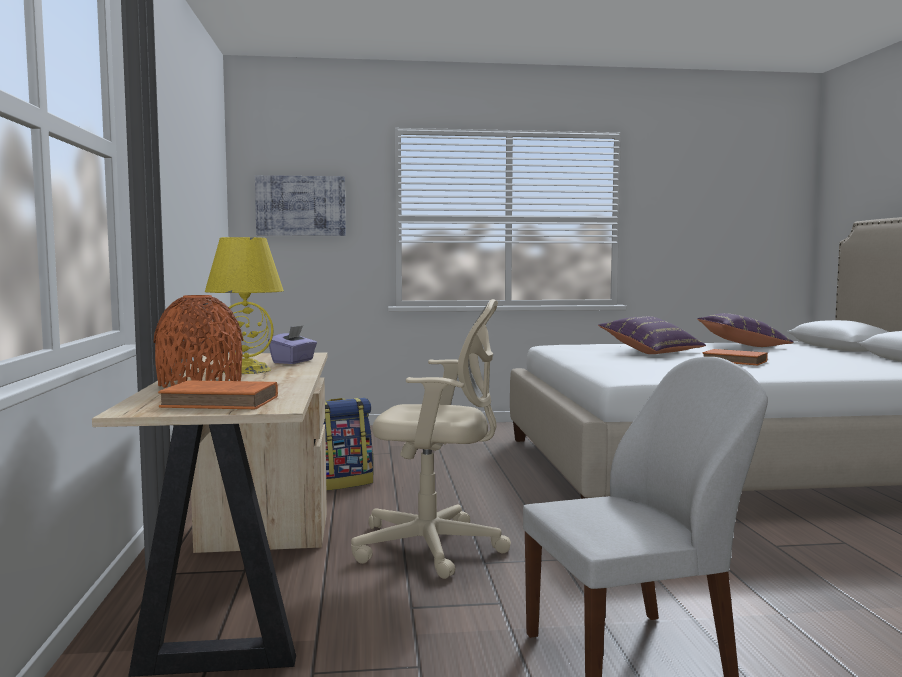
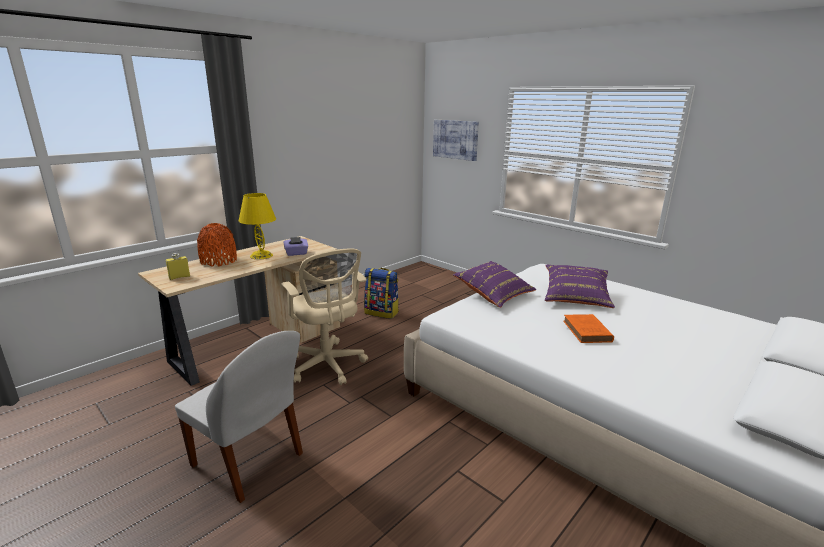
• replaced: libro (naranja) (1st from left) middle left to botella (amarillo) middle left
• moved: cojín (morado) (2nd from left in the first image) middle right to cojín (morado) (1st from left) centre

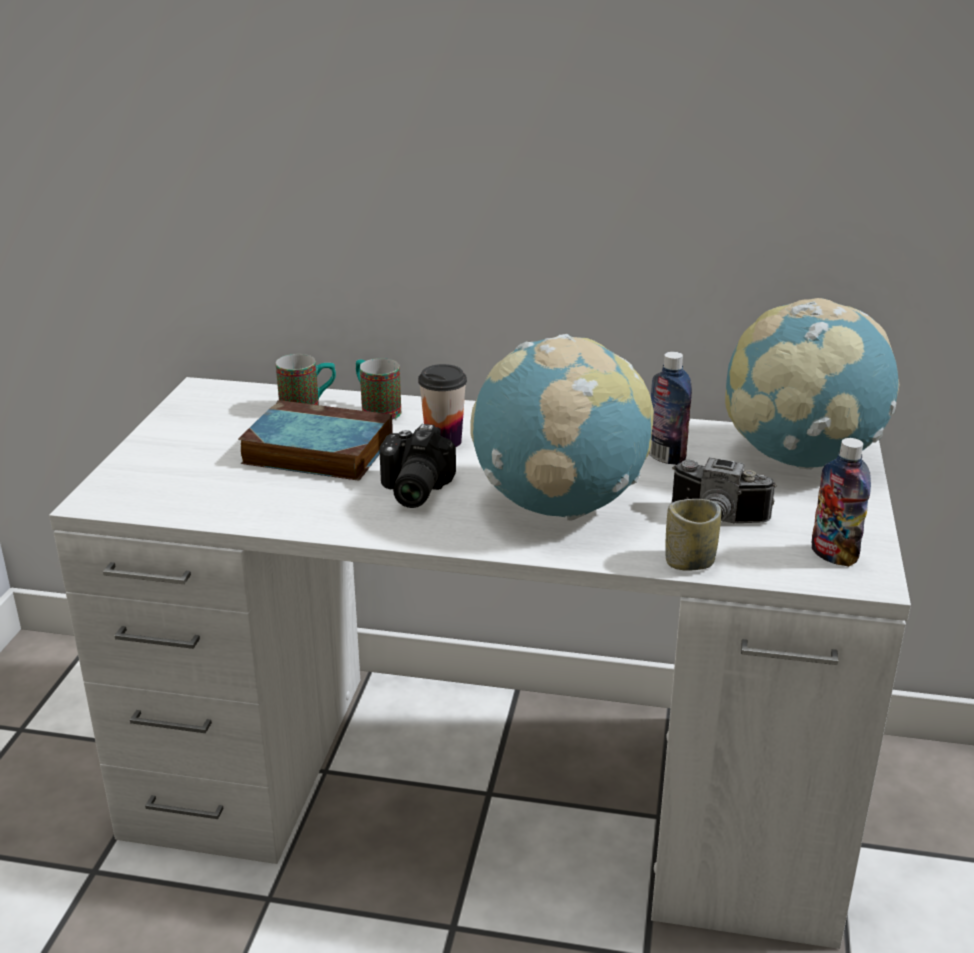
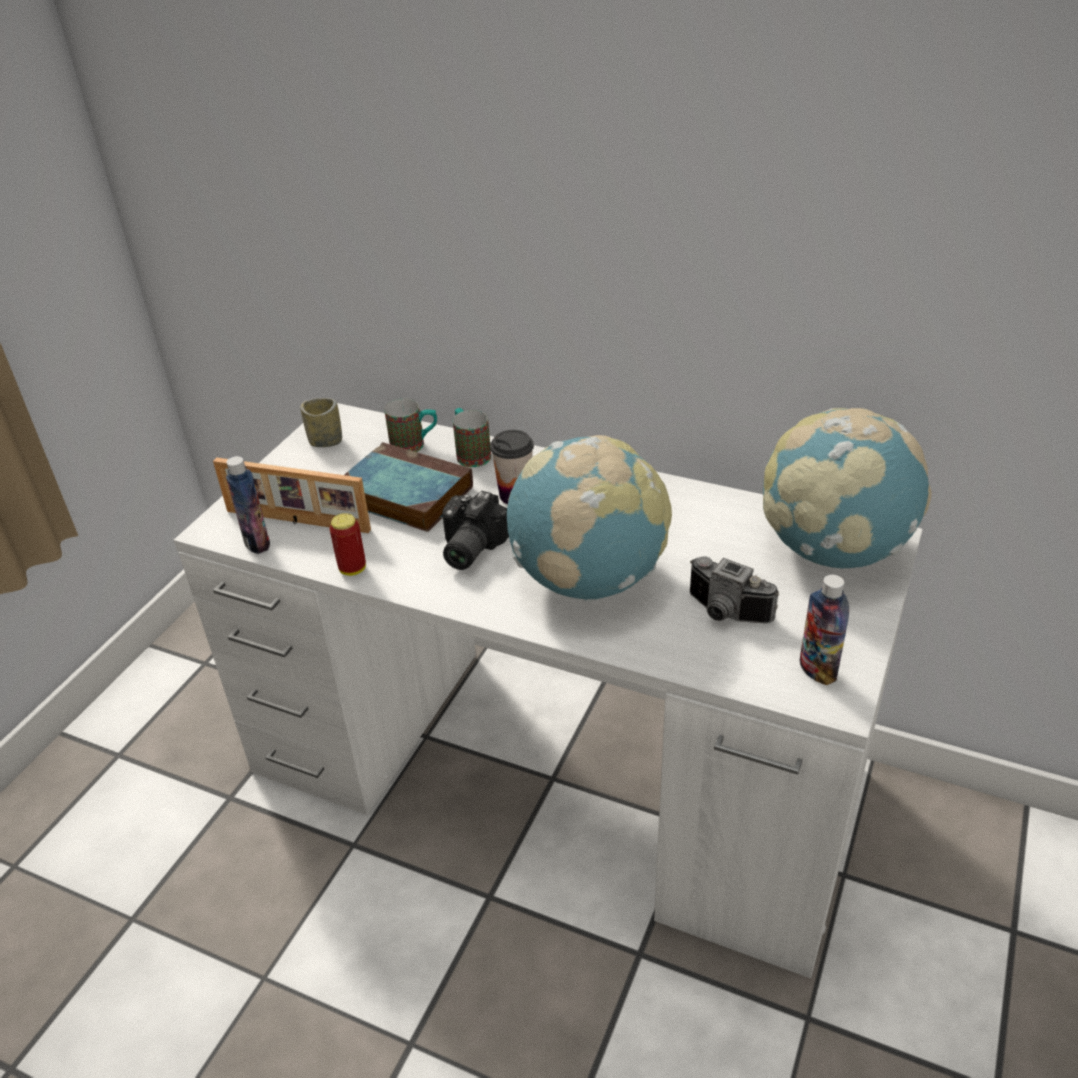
• added: portarretratos middle left
• moved: botella (1st from left) middle right to middle left
• moved: taza (2nd from left in the first image) middle right to taza (1st from left) middle left
• added: lata middle left

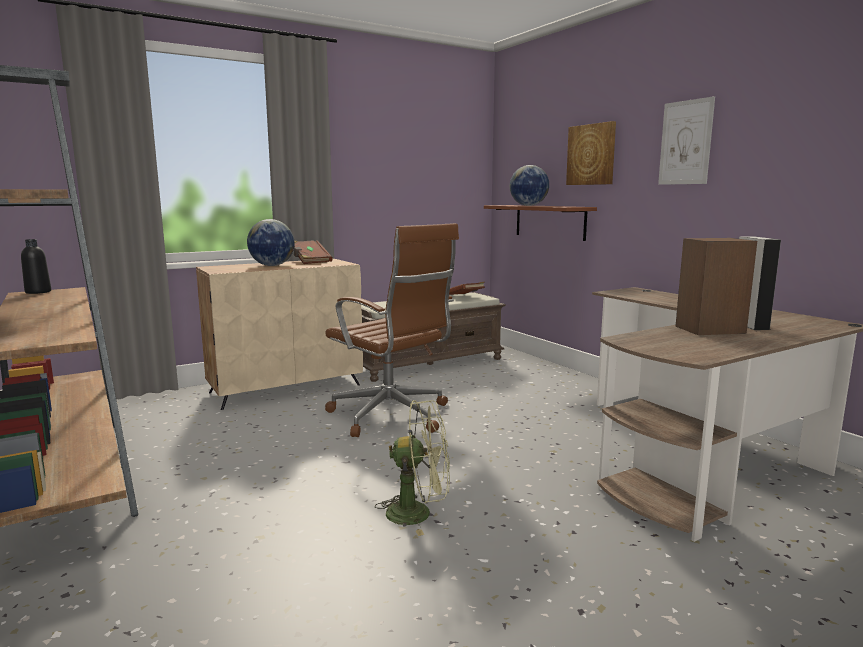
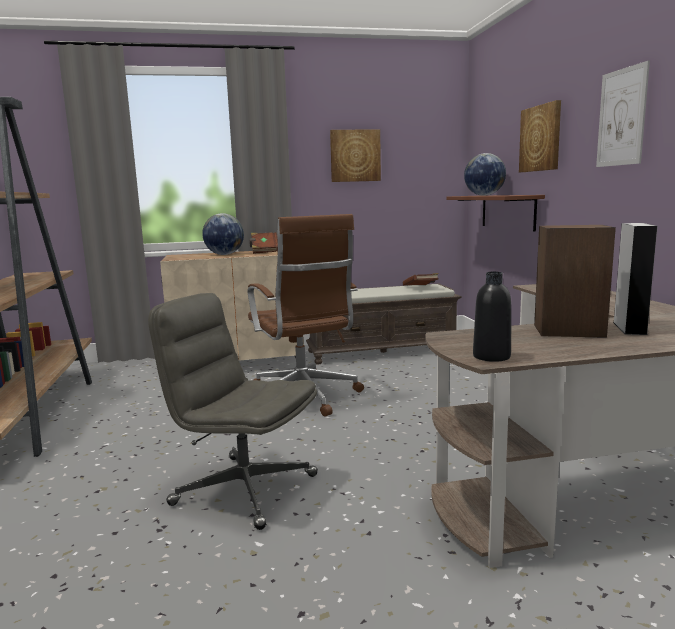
• replaced: ventilador (verde) bottom centre to silla de oficina (gris) centre
• added: cuadro (1st from left) top centre
• moved: botella (negro) middle left to middle right

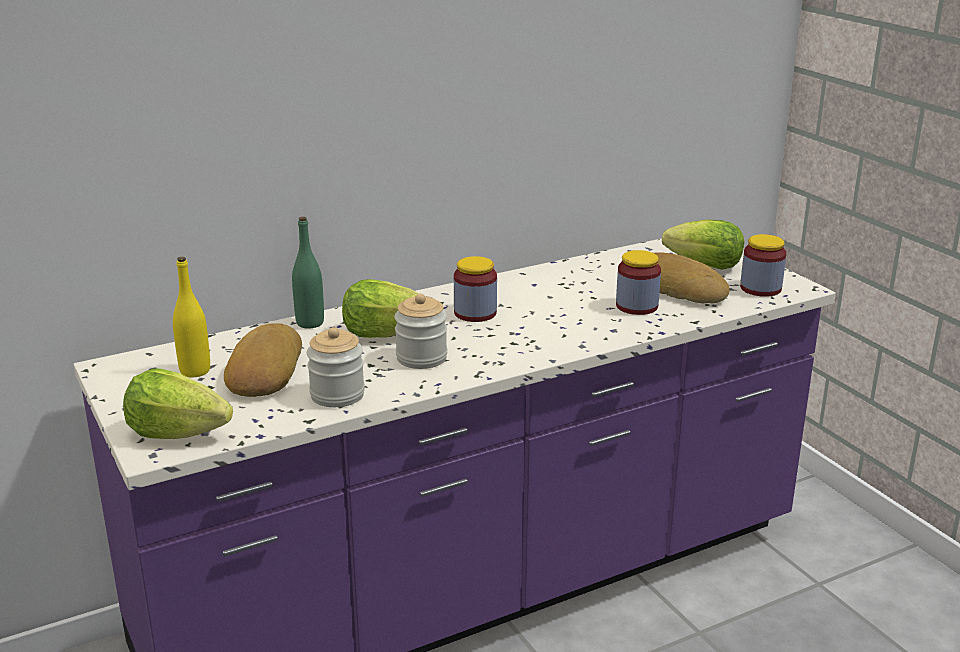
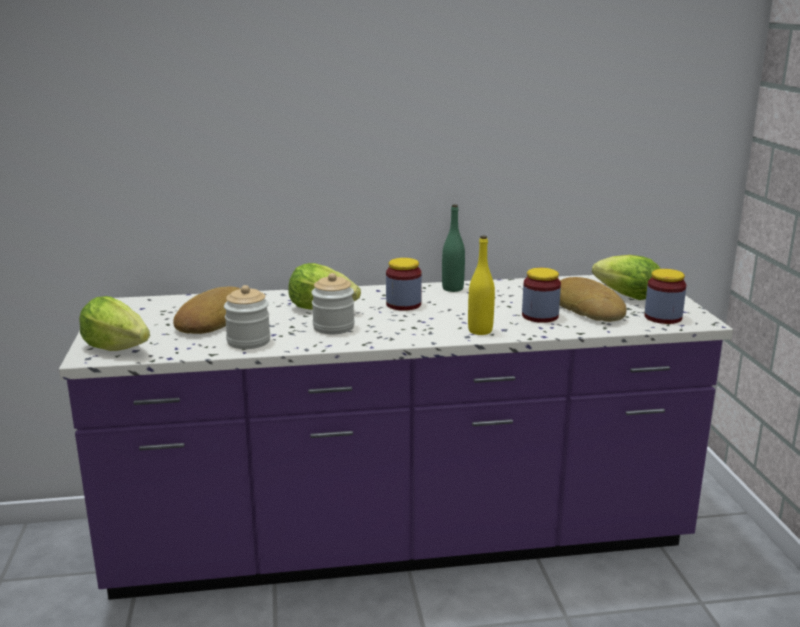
• moved: botella (verde) middle left to centre
• moved: botella (amarillo) middle left to centre

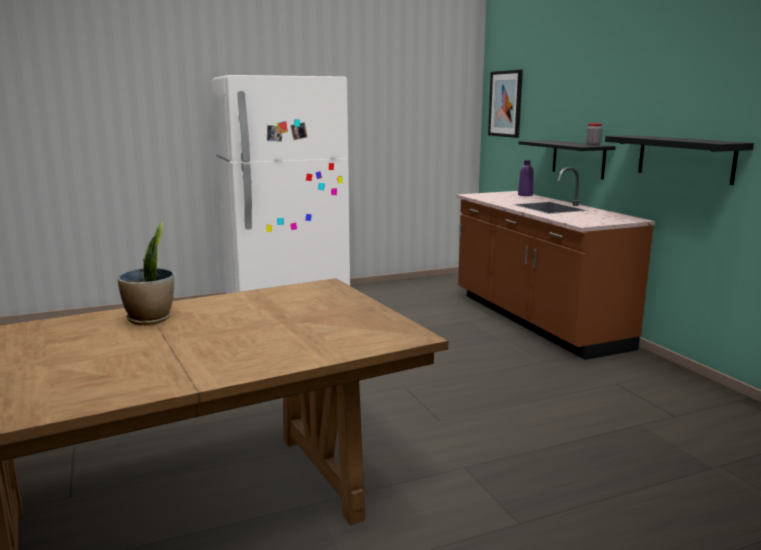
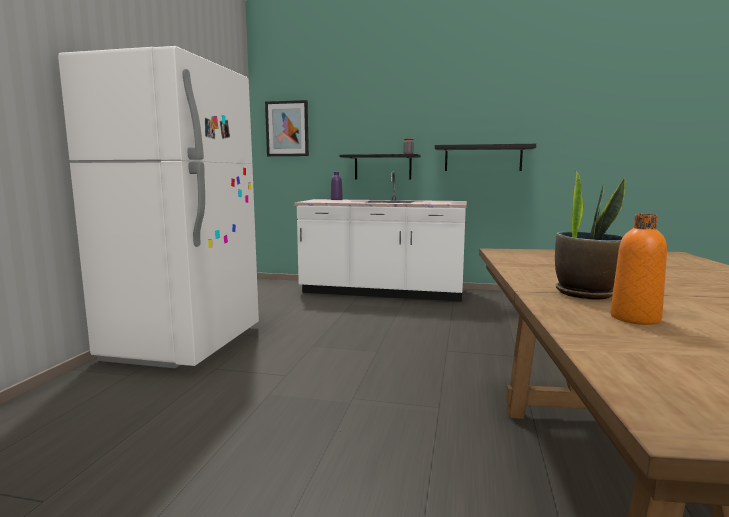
• recoloured: mueble bajo de cocina (marrón) middle right to mueble bajo de cocina (blanco) centre
• added: botella (naranja) middle right

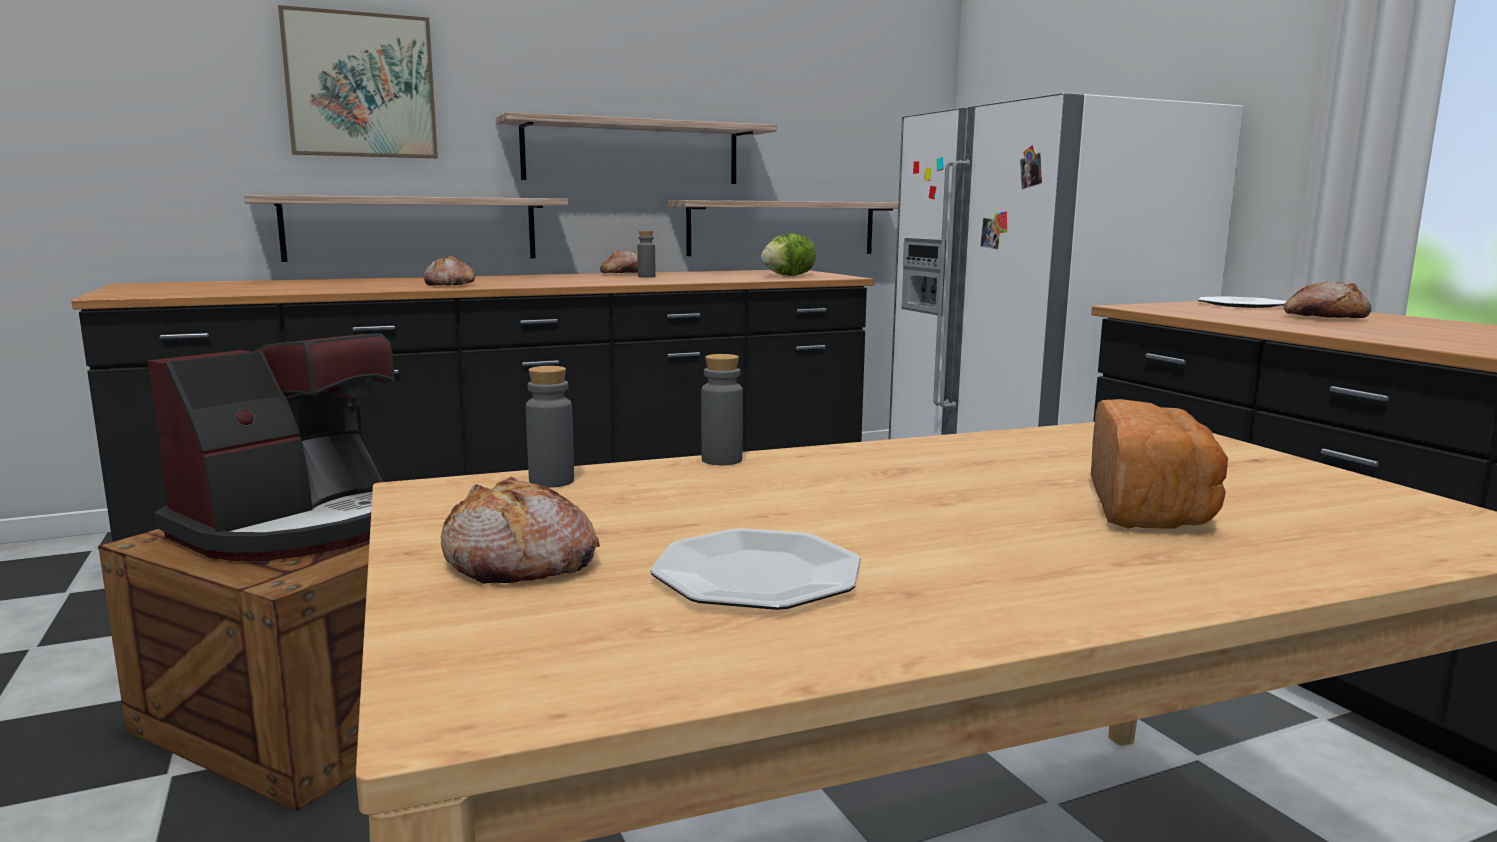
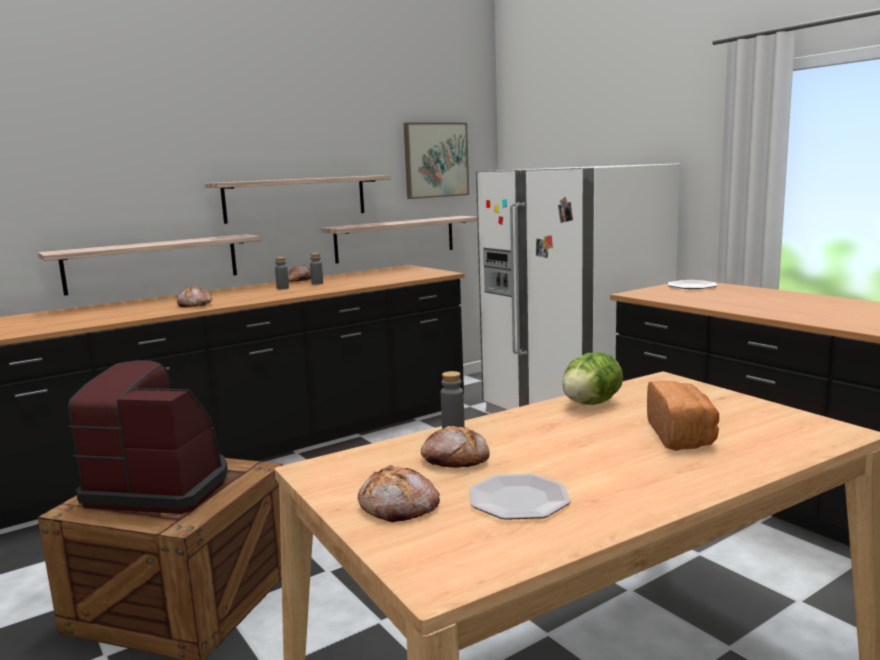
• turned: cafetera middle left = middle left 105 degrees counterclockwise
• moved: botella (gris) (1st from left) centre to middle left
• moved: cuadro top left to top centre
• moved: pan (5th from left in the first image) middle right to pan (4th from left) bottom centre
• moved: lechuga top centre to middle right

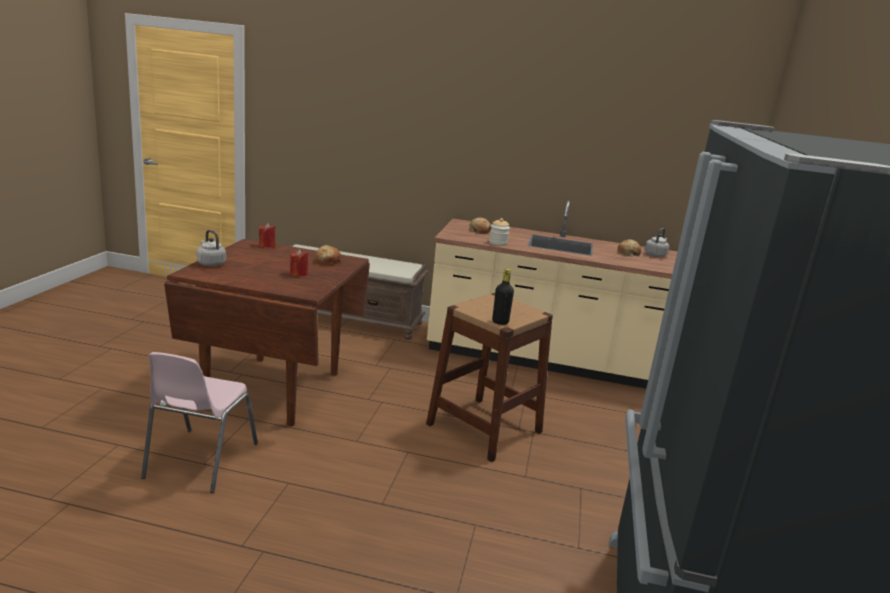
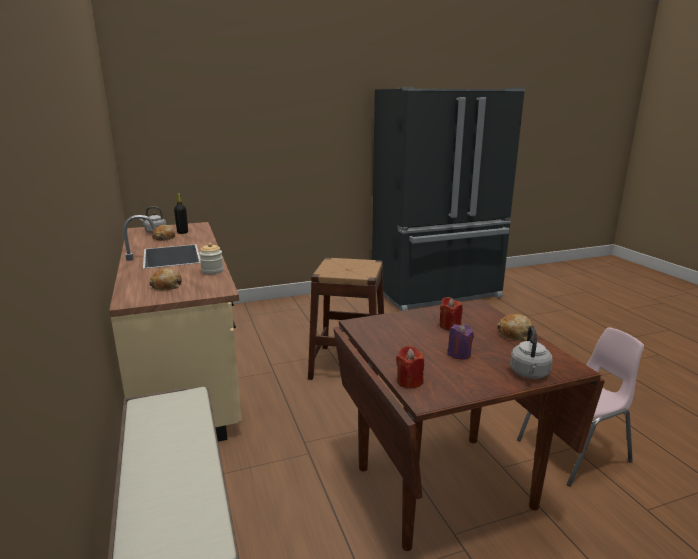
• moved: botella (negro) centre to middle left
• added: vela (morado) centre
• moved: pan (1st from left in the first image) centre to pan (3rd from left) middle right

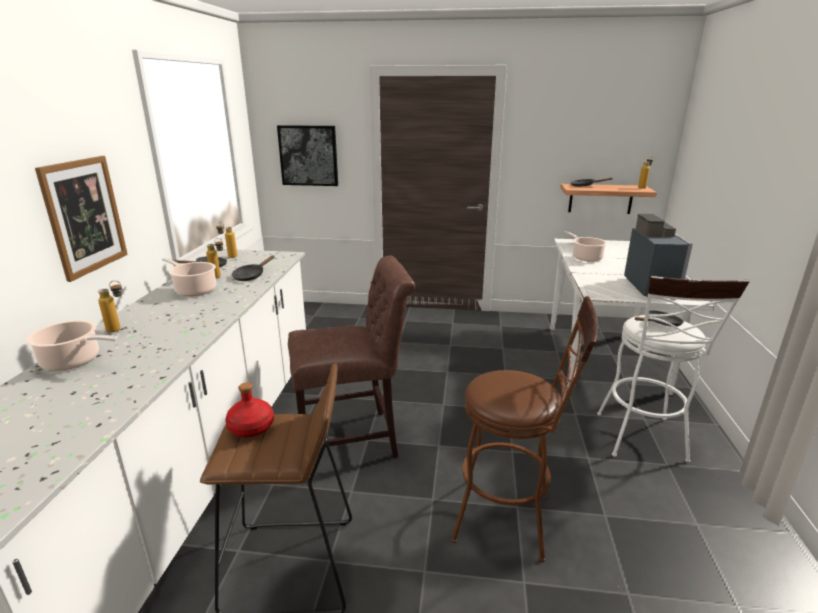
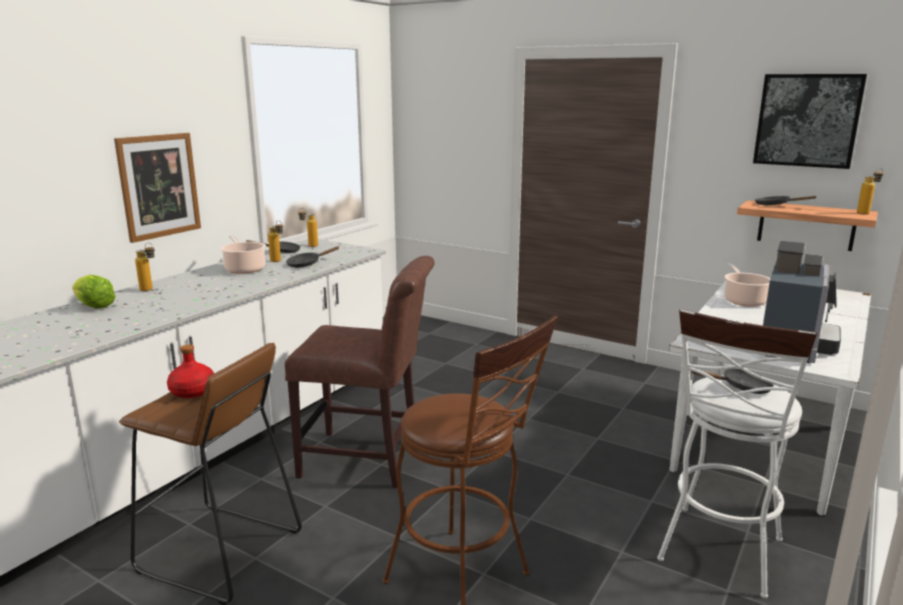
• replaced: olla (1st from left) middle left to lechuga middle left
• moved: cuadro (2nd from left) top centre to top right

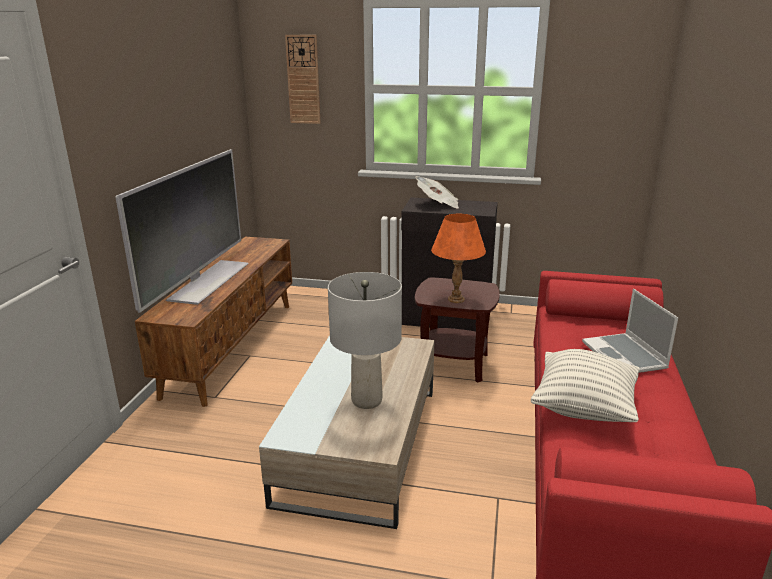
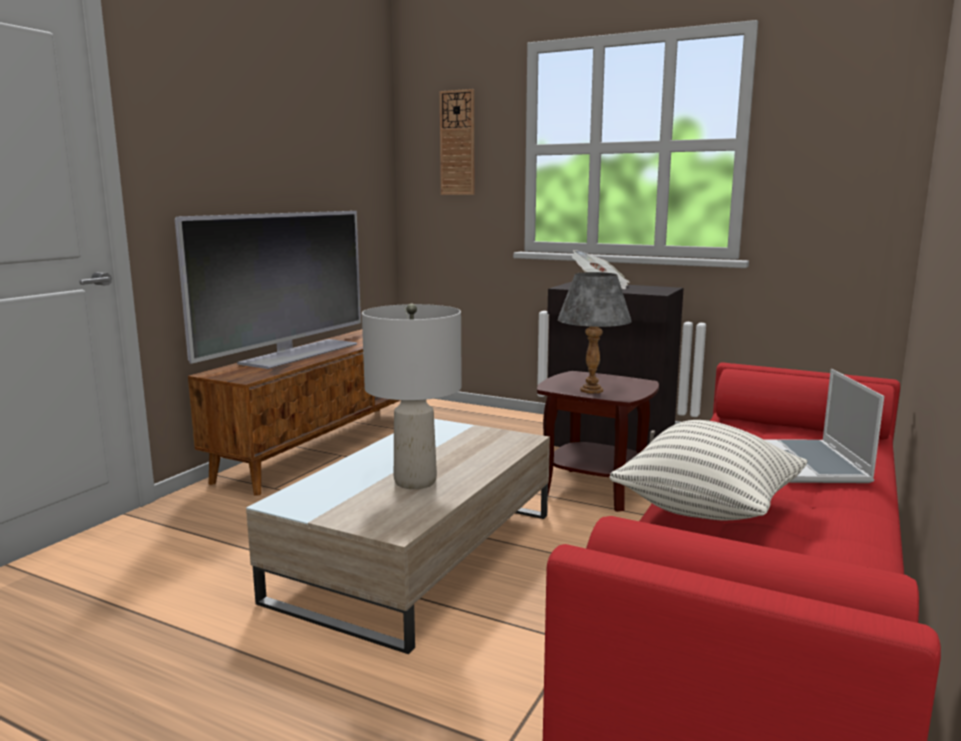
• recoloured: lámpara de mesa (naranja) centre to lámpara de mesa (gris) (2nd from left) centre

